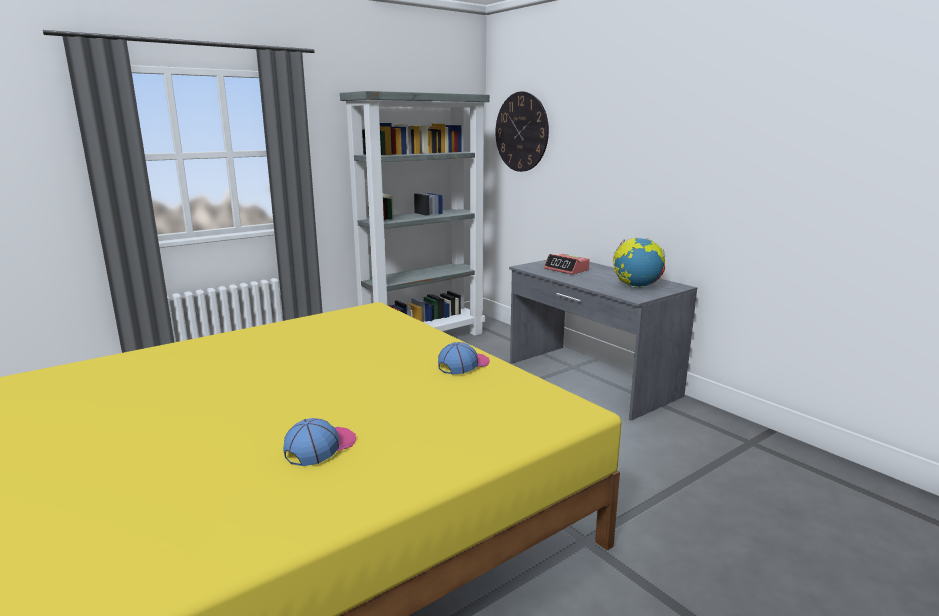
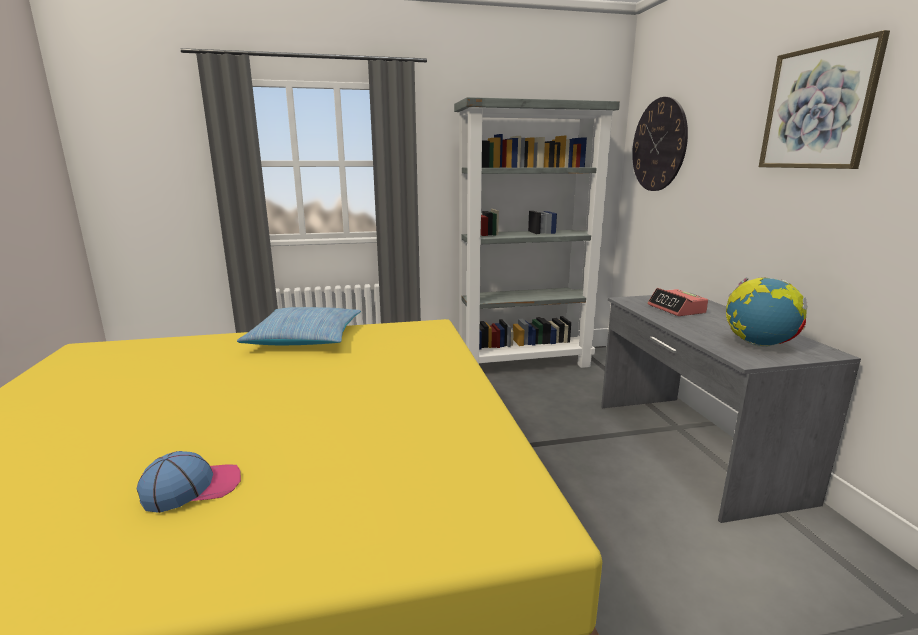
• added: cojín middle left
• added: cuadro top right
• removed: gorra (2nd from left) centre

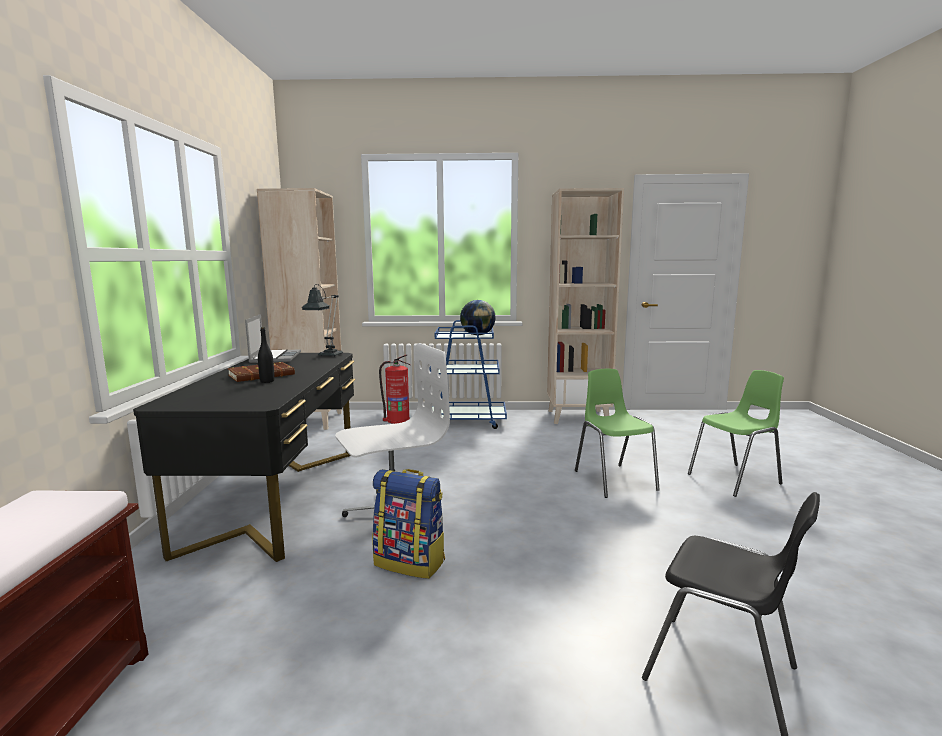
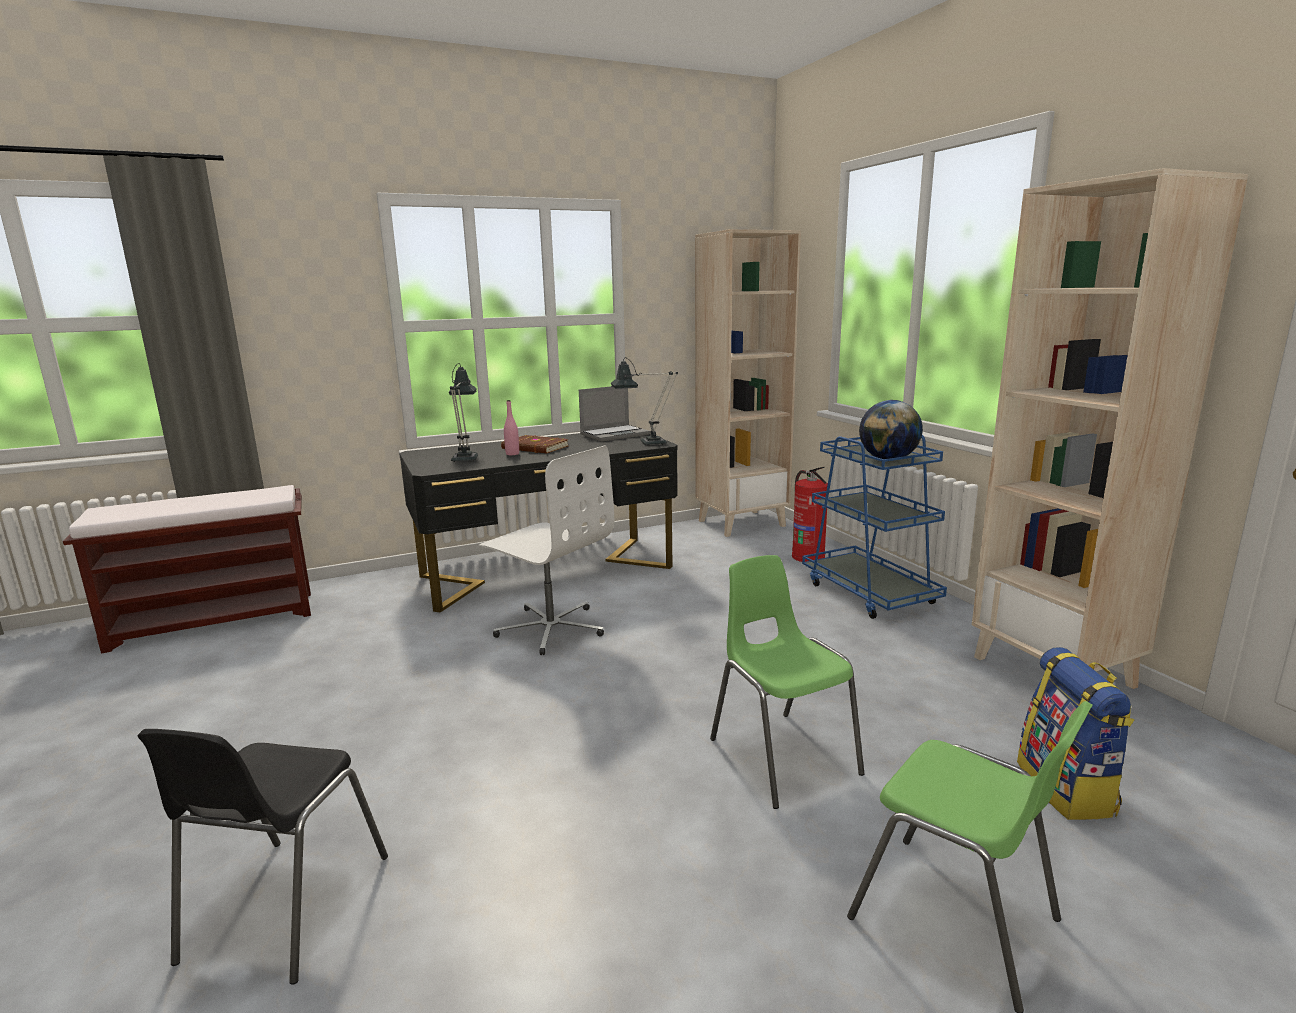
• added: lámpara de mesa (1st from left) centre
• recoloured: botella (negro) middle left to botella (rosa) centre
• turned: silla (verde) (1st from left) centre = bottom centre 75 degrees counterclockwise
• moved: mochila bottom centre to bottom right

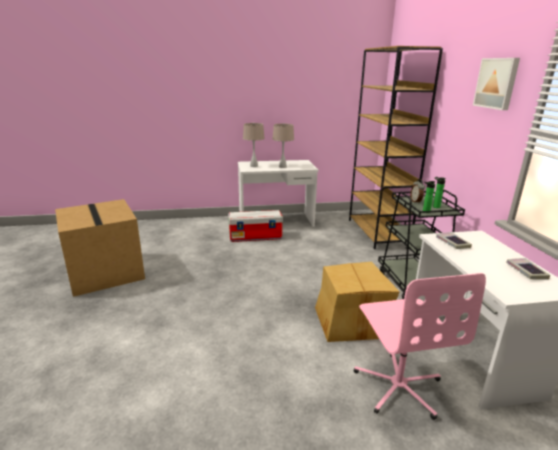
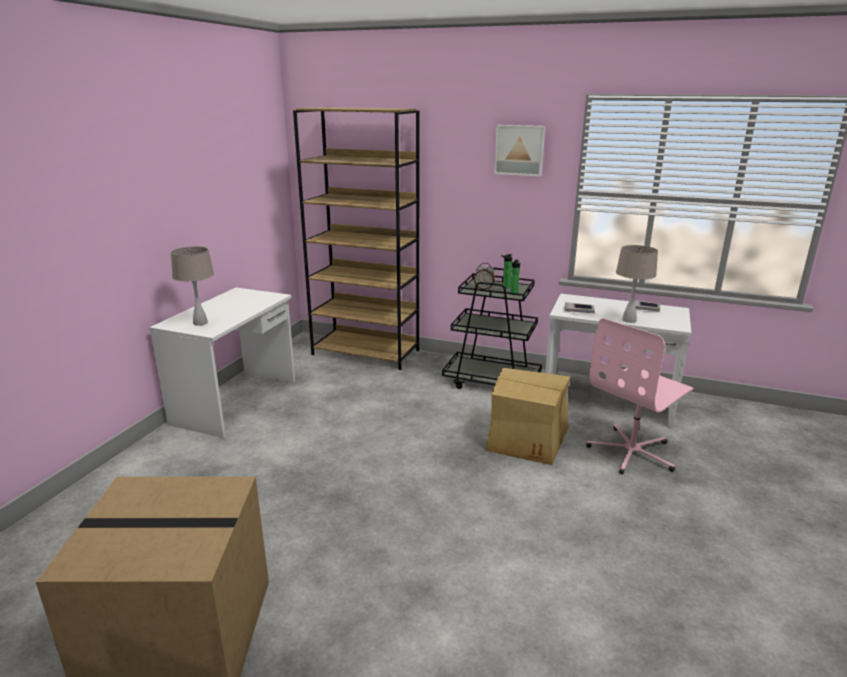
• turned: silla de oficina (rosa) bottom right = middle right 120 degrees clockwise
• moved: lámpara de mesa (beis) (2nd from left) top centre to middle right
• removed: caja de almacenaje centre

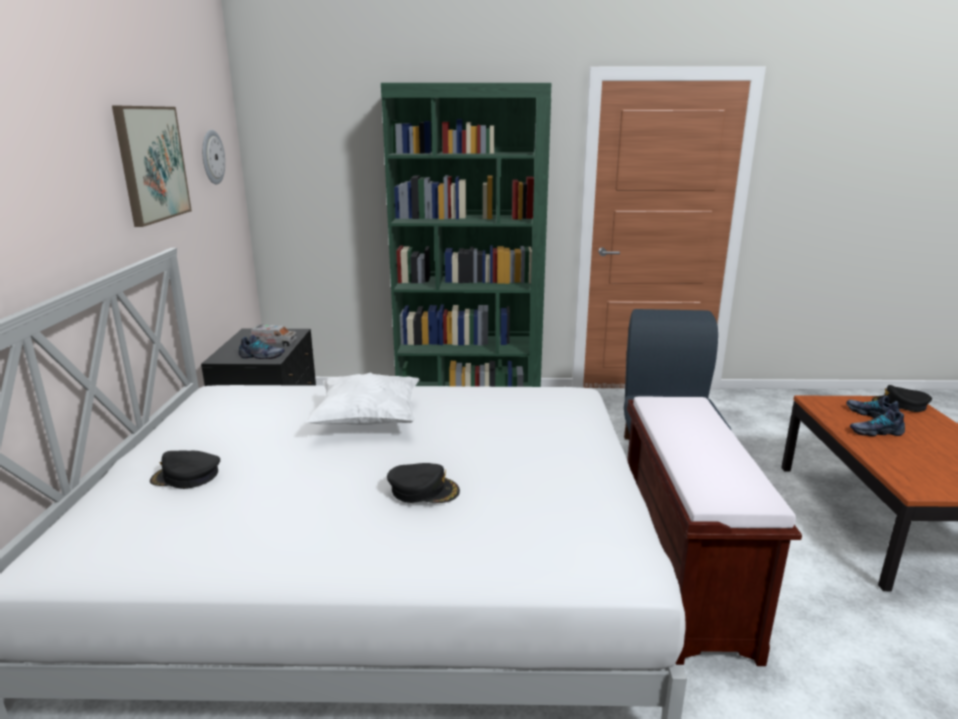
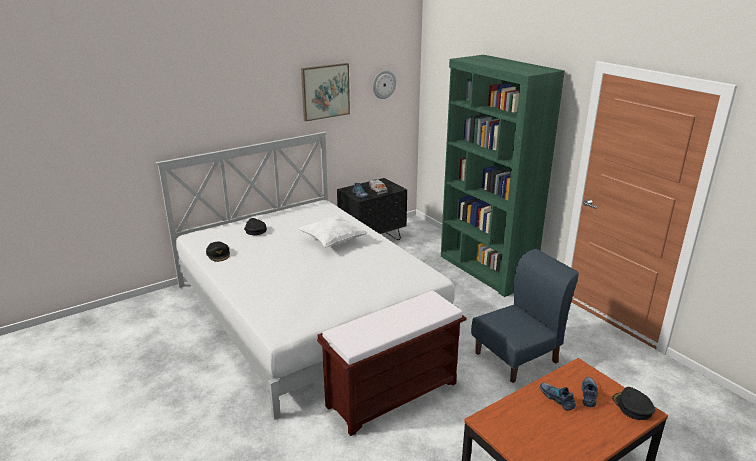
• moved: gorra (negro) (2nd from left in the first image) bottom centre to gorra (negro) (1st from left) middle left

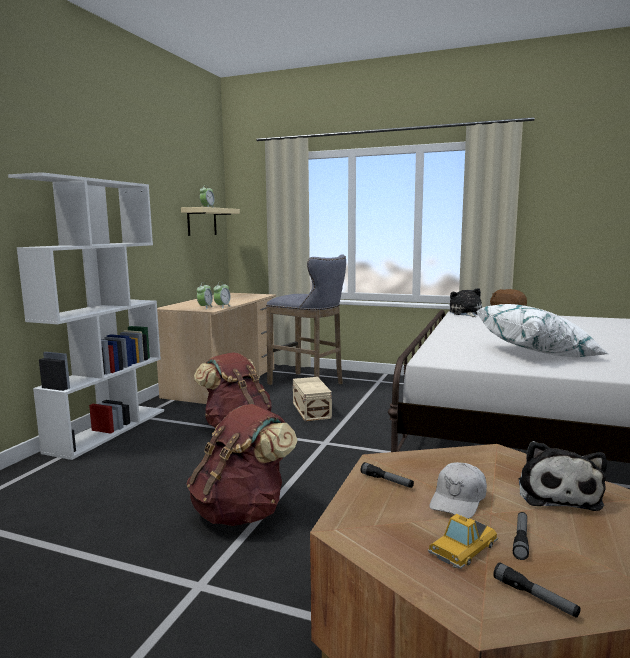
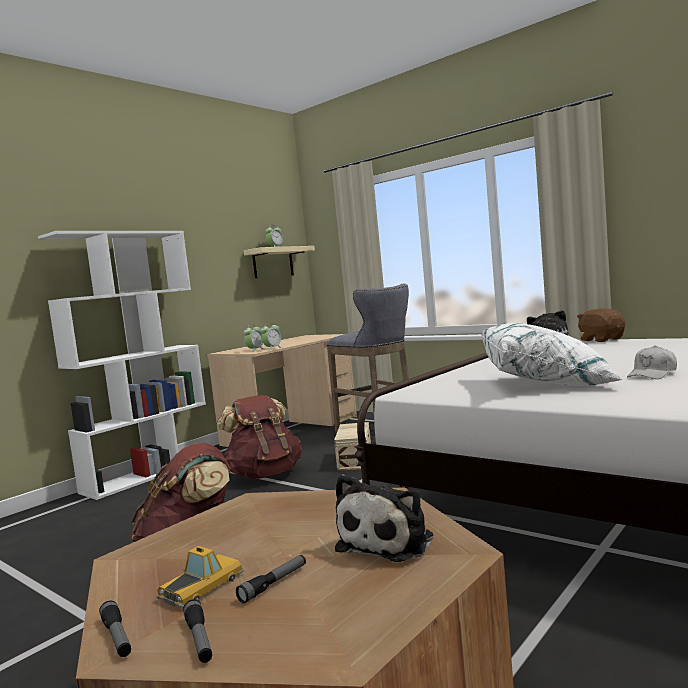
• moved: linterna (1st from left) bottom centre to bottom left
• turned: coche de juguete bottom right = bottom left 150 degrees clockwise
• moved: gorra (blanco) bottom right to middle right

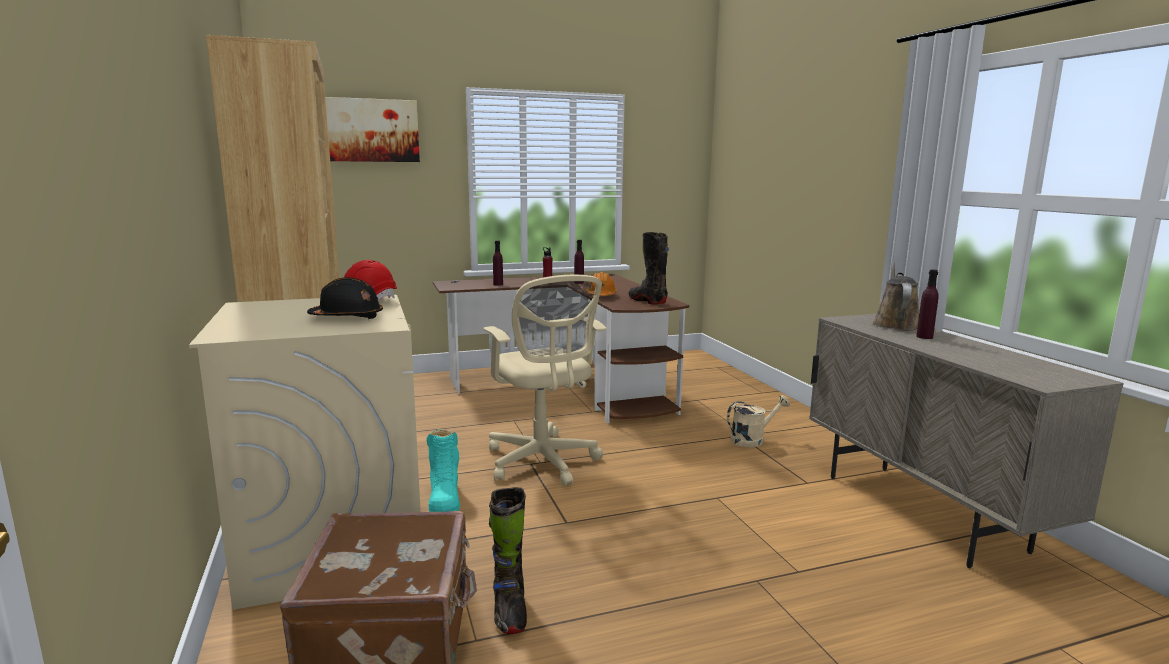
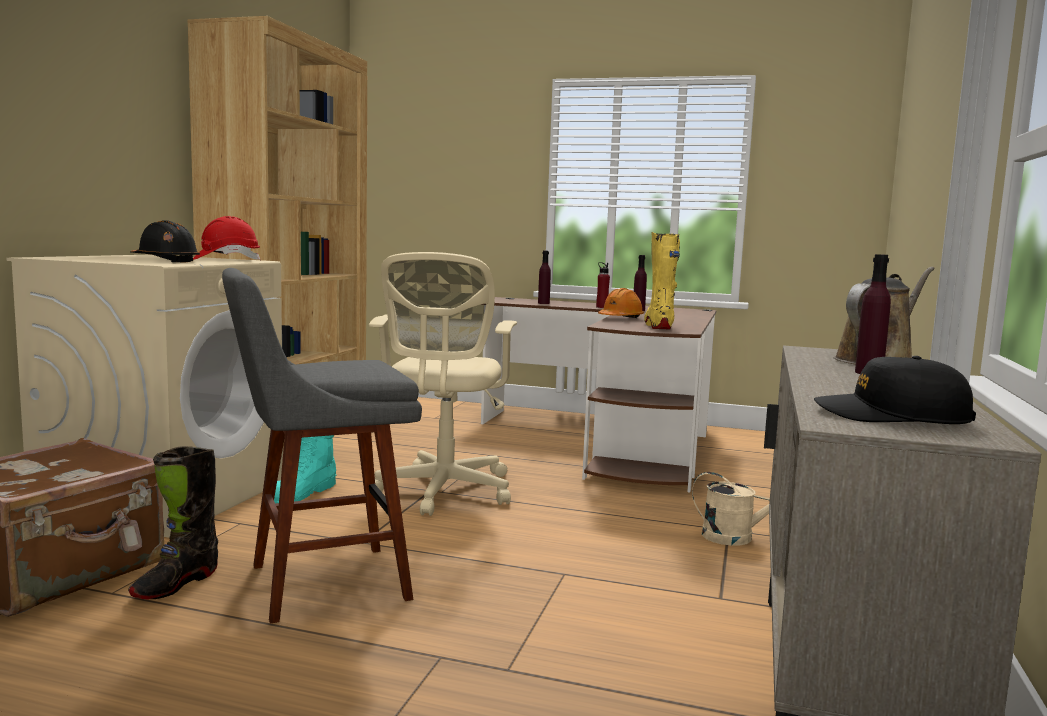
• added: taburete (gris) middle left
• recoloured: bota (negro) (2nd from left) centre to bota (amarillo) centre
• added: gorra (negro) middle right
• removed: cuadro top left

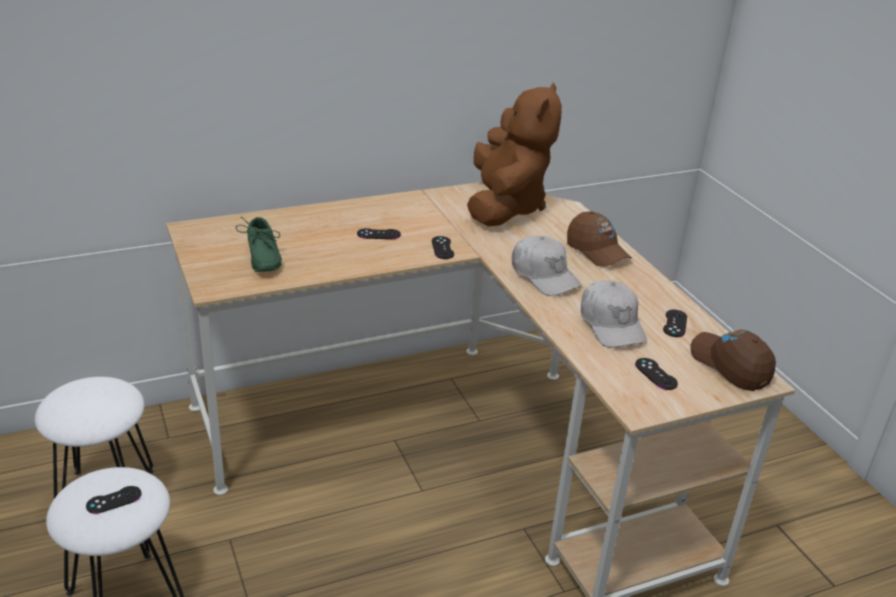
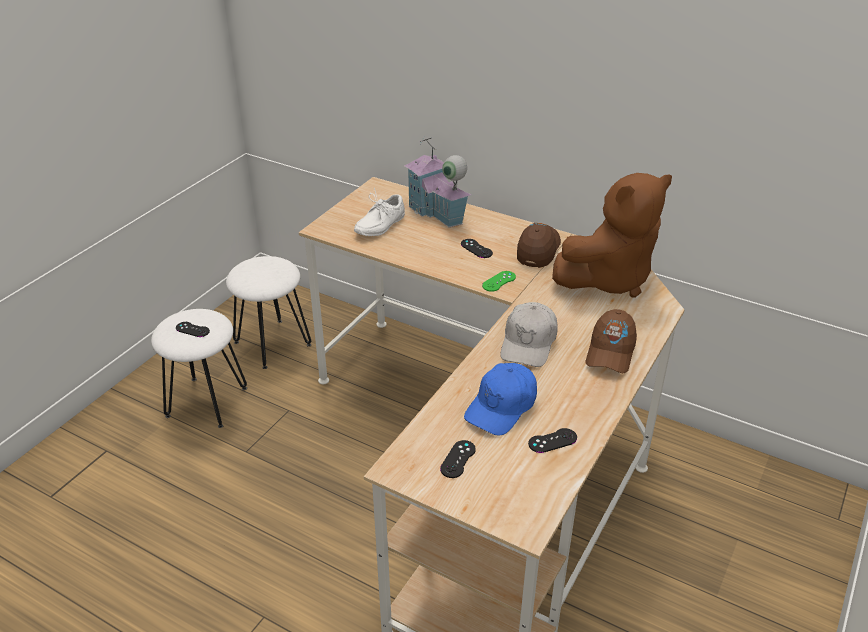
• recoloured: zapato (verde) middle left to zapato (blanco) centre
• added: casita top centre
• recoloured: gorra (blanco) (2nd from left) middle right to gorra (azul) centre
• recoloured: mando de consola (negro) (3rd from left) centre to mando de consola (verde) centre
• moved: gorra (marrón) (2nd from left in the first image) middle right to gorra (marrón) (1st from left) centre

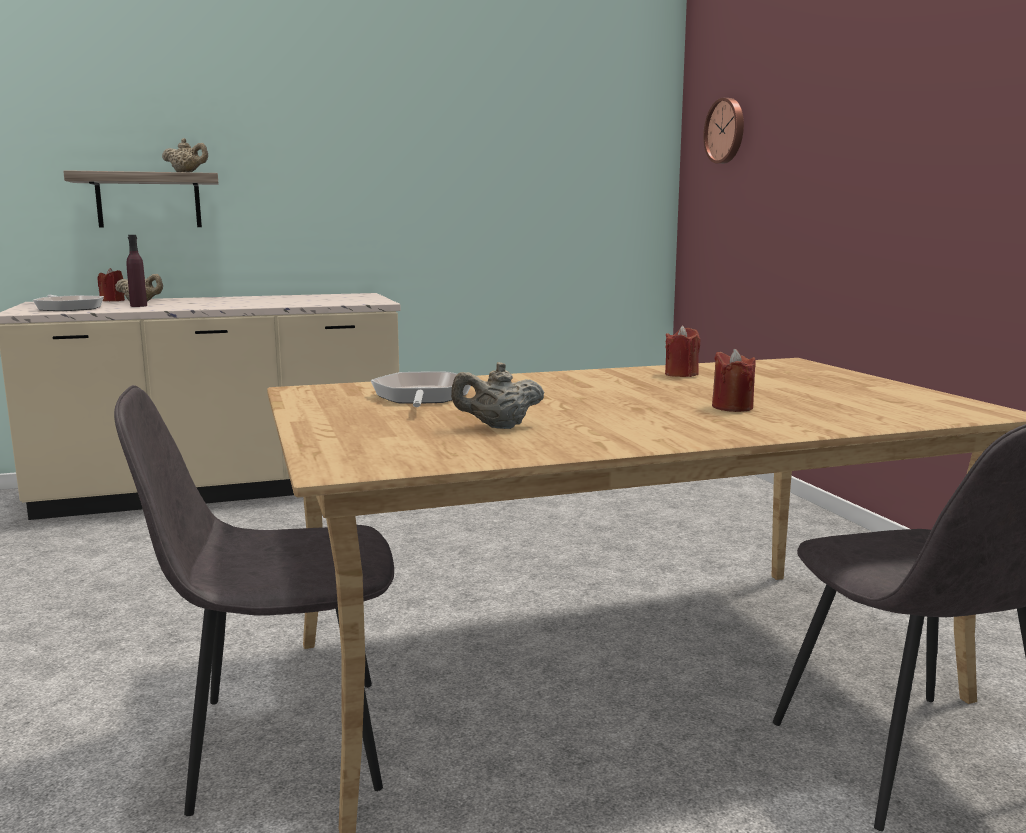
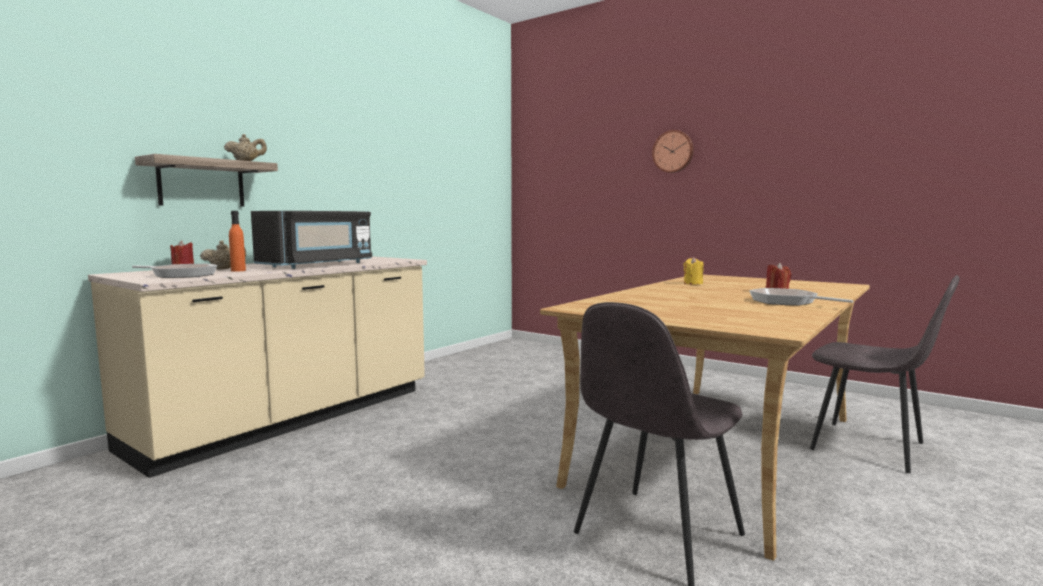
• recoloured: botella (morado) top left to botella (naranja) middle left
• added: microondas (negro) middle left
• moved: reloj de pared top right to top centre
• recoloured: vela (rojo) (2nd from left) centre to vela (amarillo) centre
• moved: sartén (2nd from left) centre to middle right
• removed: tetera (beis) (3rd from left) centre

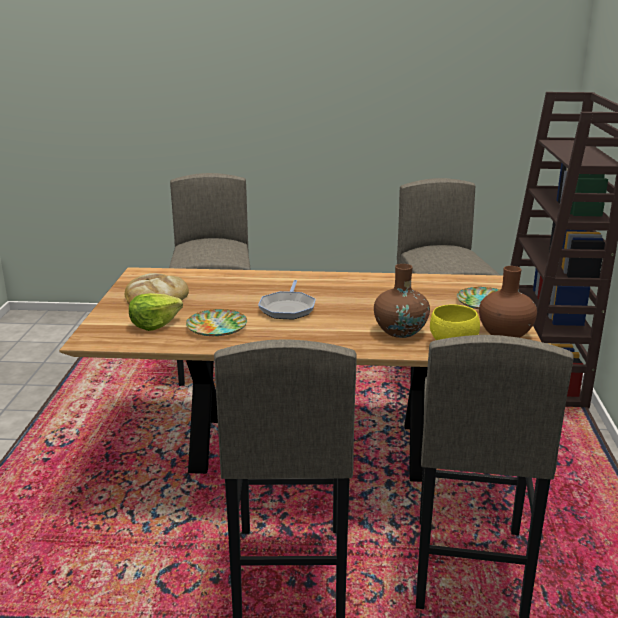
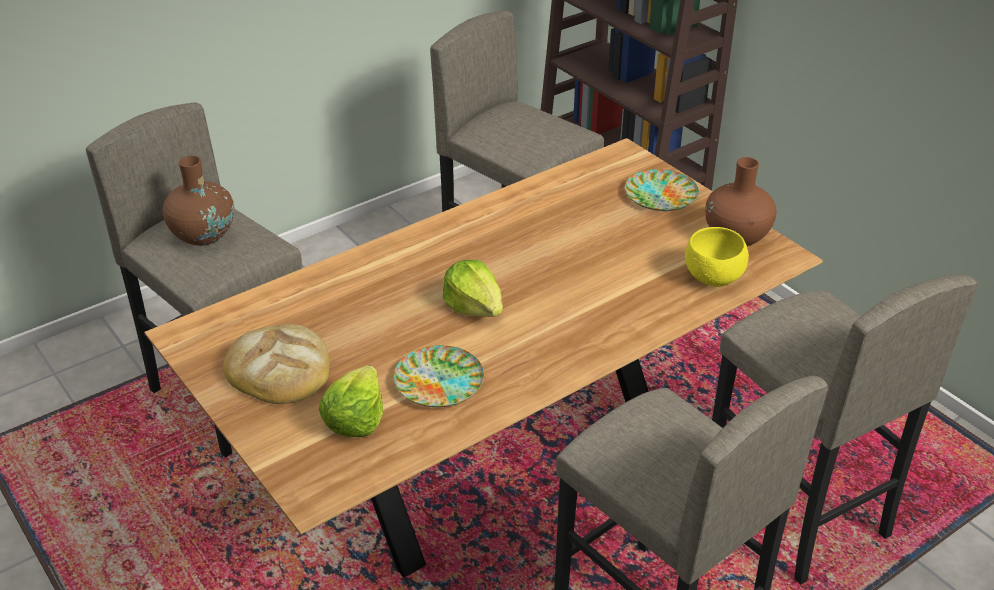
• moved: florero (marrón) (1st from left) centre to middle left
• replaced: sartén centre to lechuga (2nd from left) centre

